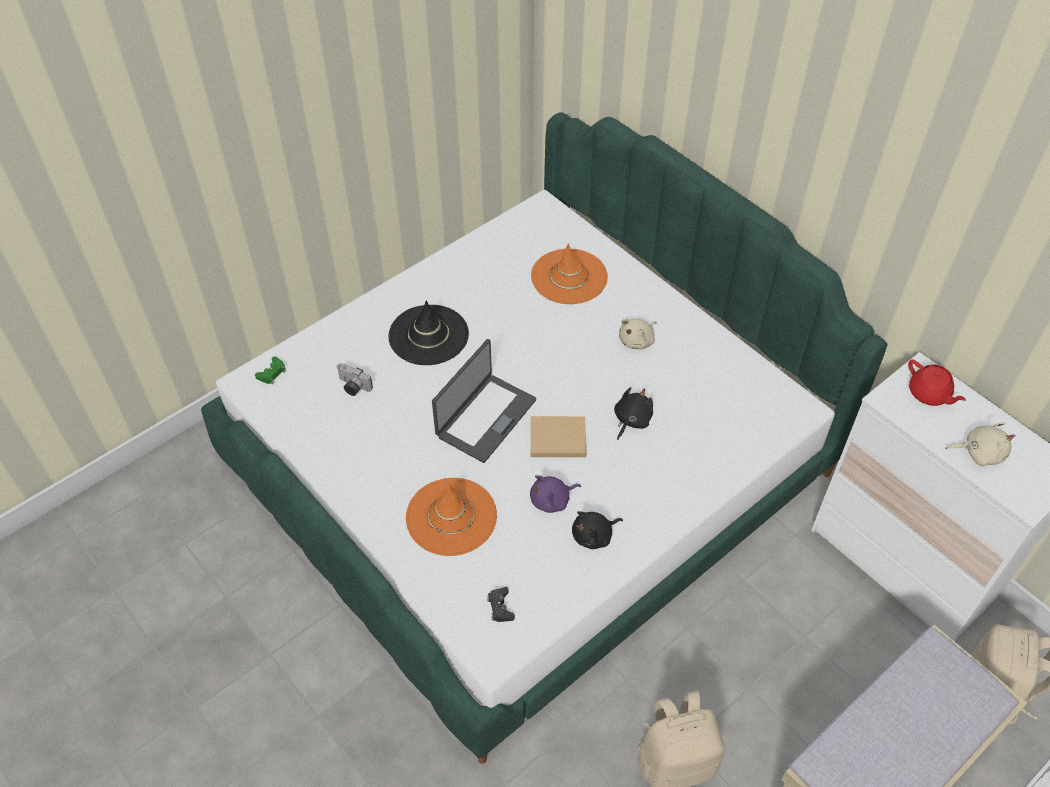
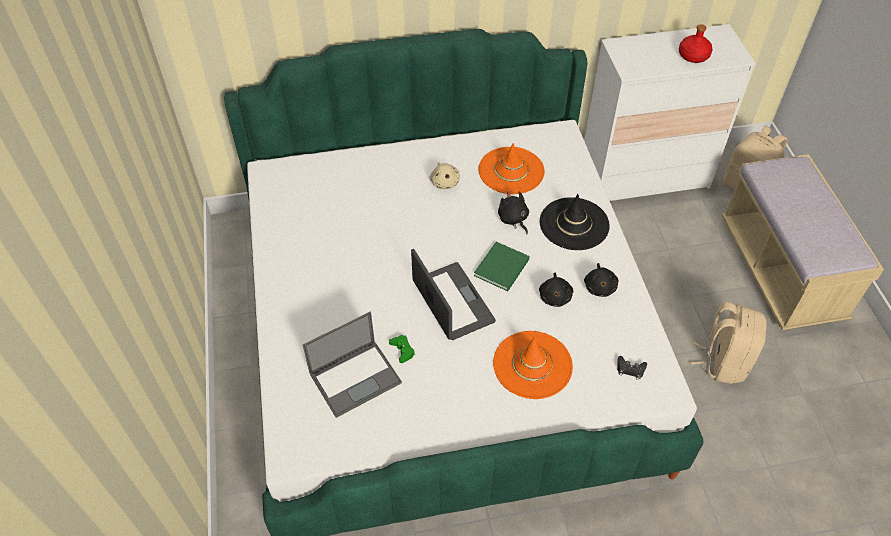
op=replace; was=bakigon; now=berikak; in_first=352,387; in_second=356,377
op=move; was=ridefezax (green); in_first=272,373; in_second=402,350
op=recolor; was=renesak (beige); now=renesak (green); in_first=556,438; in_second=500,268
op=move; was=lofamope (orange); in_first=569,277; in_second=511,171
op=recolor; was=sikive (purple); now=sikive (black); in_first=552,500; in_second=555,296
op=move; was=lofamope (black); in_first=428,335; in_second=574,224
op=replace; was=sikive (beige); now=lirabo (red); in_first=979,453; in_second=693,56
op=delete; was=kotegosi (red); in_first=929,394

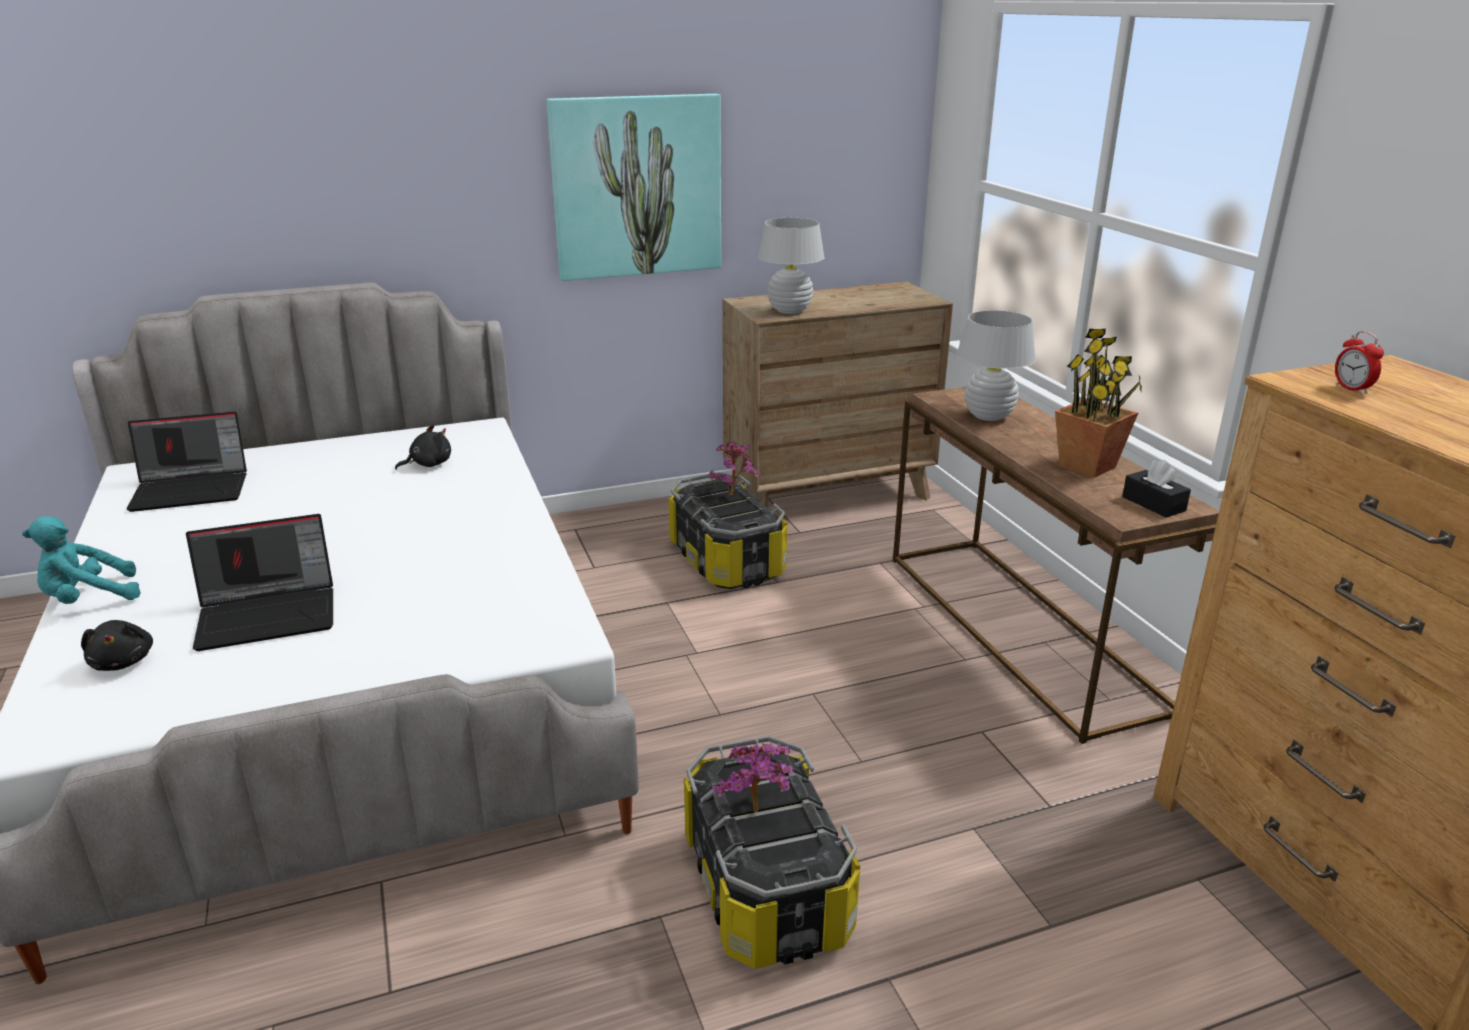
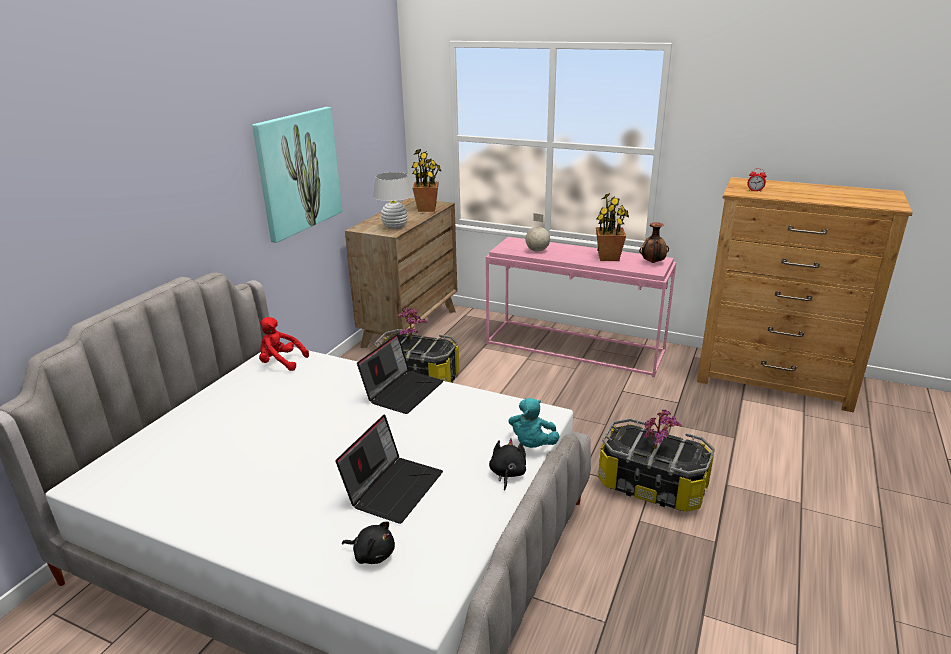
op=insert; now=sikive (red); in_second=281,362
op=move; was=berikak; in_first=193,489; in_second=403,391
op=insert; now=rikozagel; in_second=427,209
op=recolor; was=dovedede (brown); now=dovedede (pink); in_first=1023,630; in_second=575,347
op=move; was=sikive (black); in_first=428,464; in_second=507,474
op=move; was=sikive (turquoise); in_first=89,599; in_second=532,445
op=replace; was=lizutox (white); now=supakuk; in_first=988,416; in_second=537,250
op=replace; was=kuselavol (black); now=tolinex; in_first=1153,504; in_second=652,263

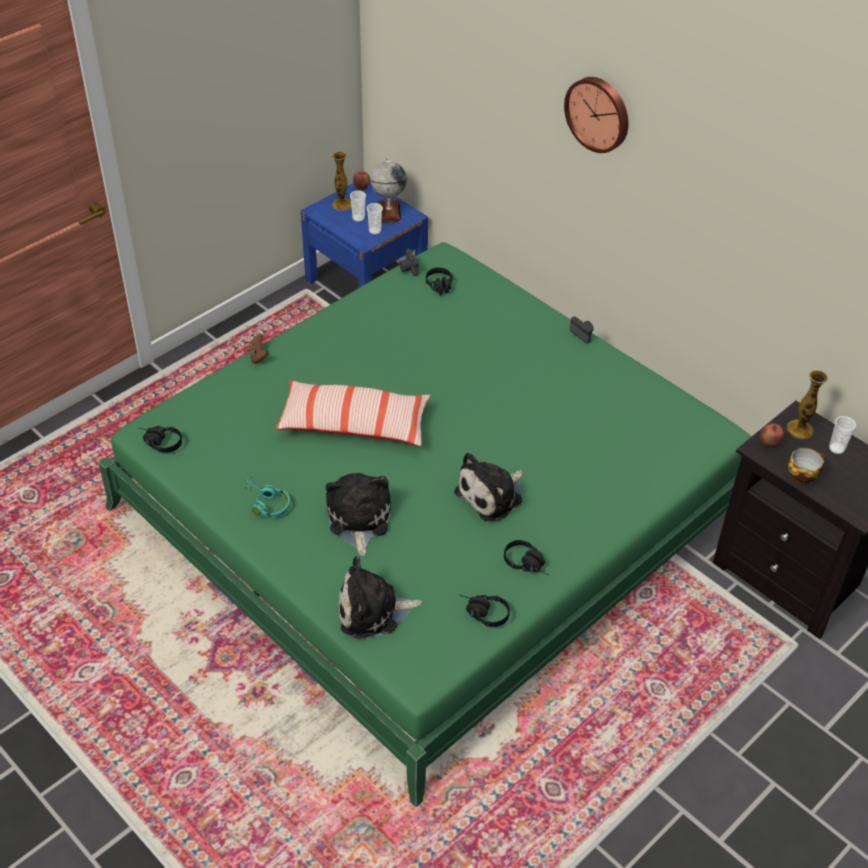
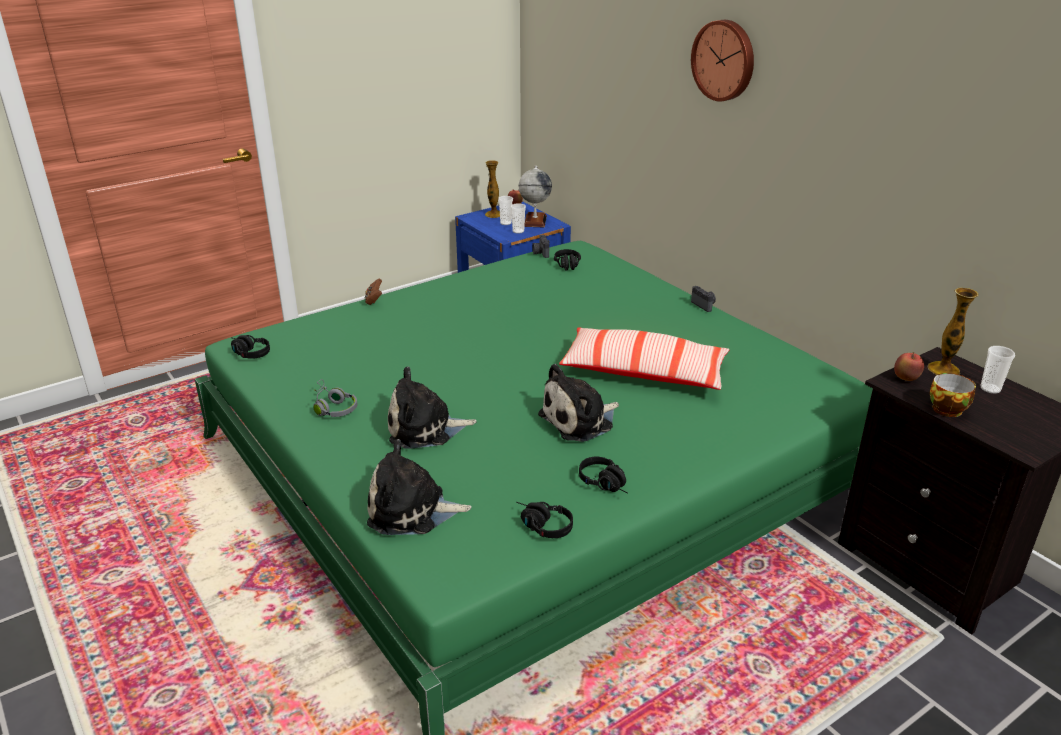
op=recolor; was=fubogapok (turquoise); now=fubogapok (grey); in_first=266,503; in_second=333,407
op=rotate; was=sikive; in_first=358,520; in_second=425,429; clockwise=-105
op=move; was=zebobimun; in_first=354,424; in_second=643,373

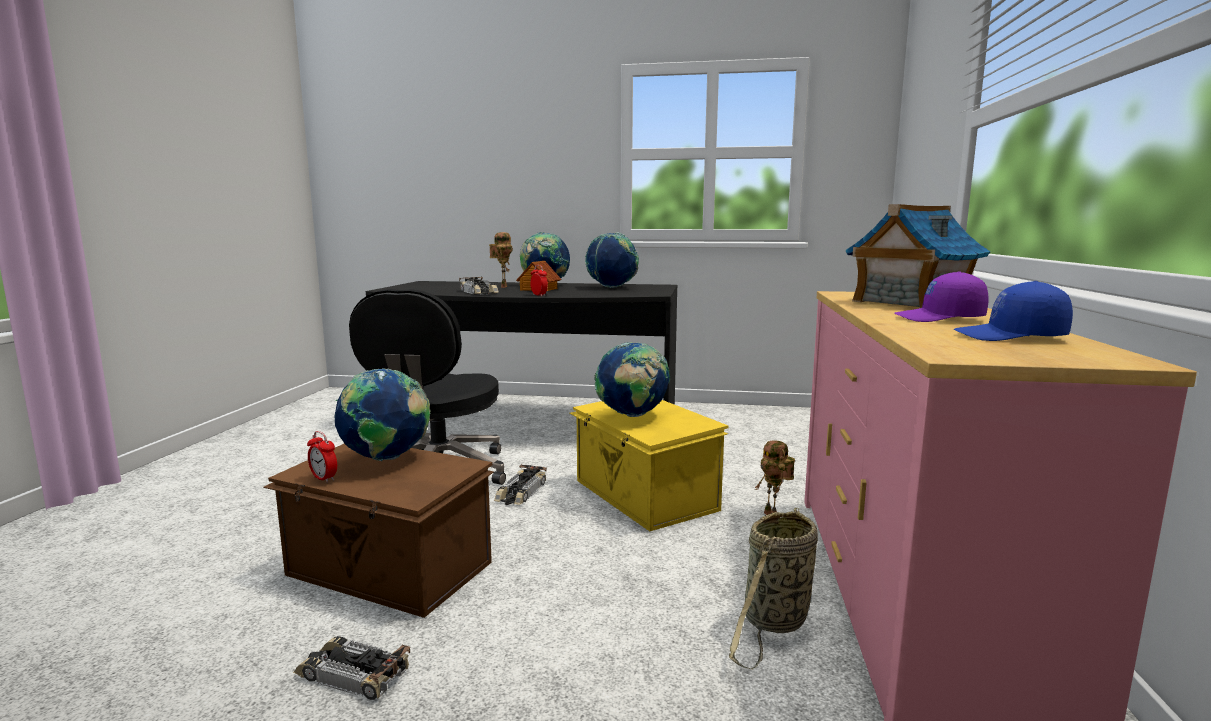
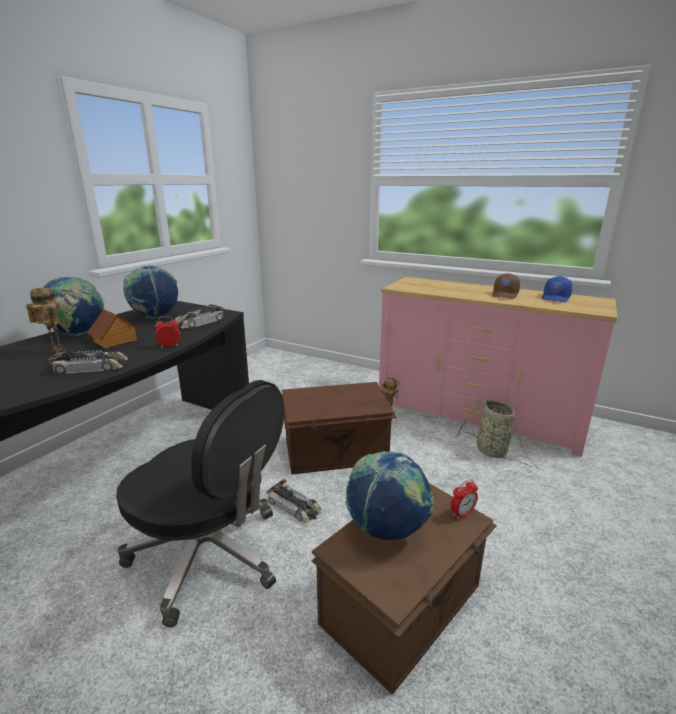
op=move; was=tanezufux; in_first=352,674; in_second=198,322
op=recolor; was=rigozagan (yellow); now=rigozagan (brown); in_first=643,495; in_second=336,452
op=move; was=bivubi; in_first=324,478; in_second=462,513
op=recolor; was=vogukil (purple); now=vogukil (brown); in_first=940,319; in_second=505,295
op=delete; was=supakuk; in_first=632,416
op=delete; was=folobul; in_first=910,302

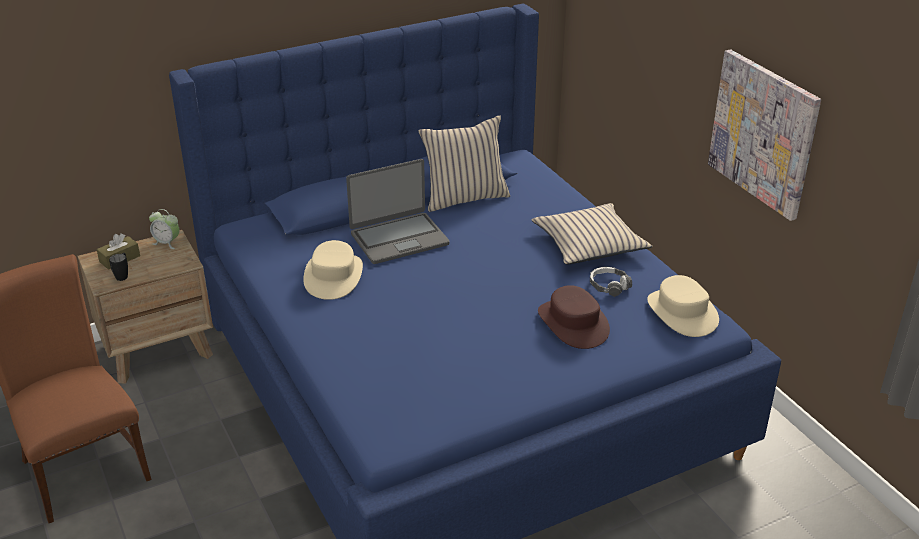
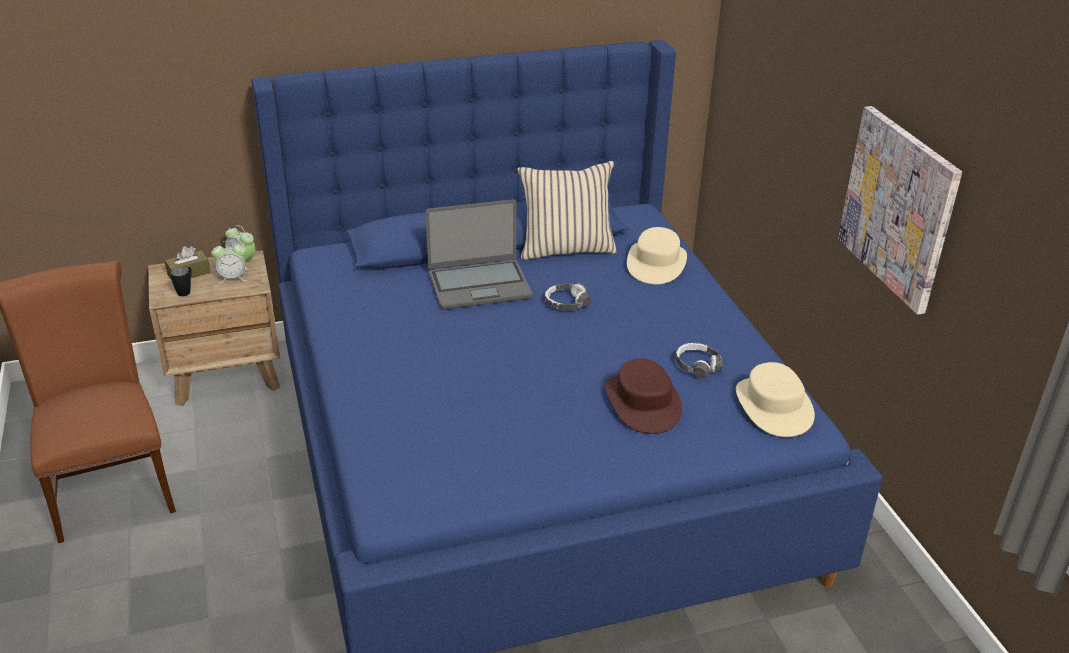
op=insert; now=bivubi; in_second=233,278
op=insert; now=fubogapok; in_second=566,303
op=move; was=lofamope (beige); in_first=334,276; in_second=656,263
op=delete; was=zebobimun (beige); in_first=589,244

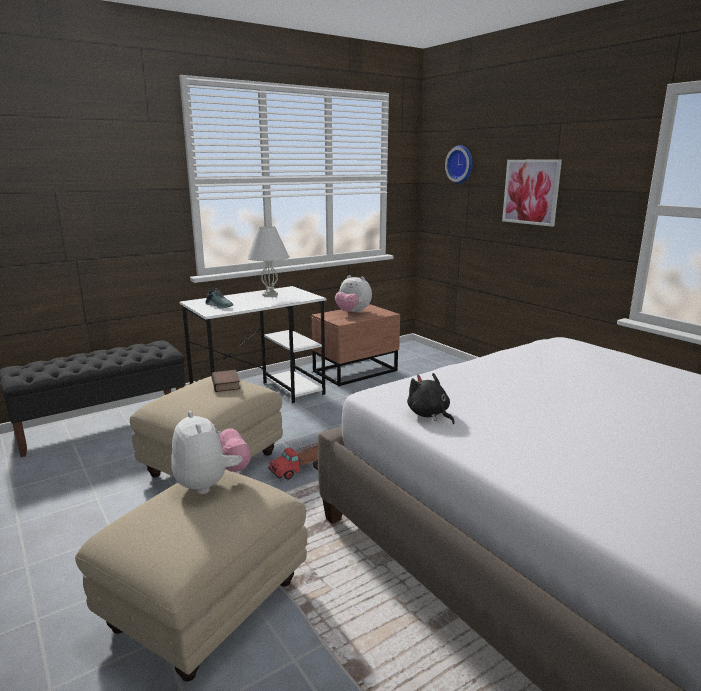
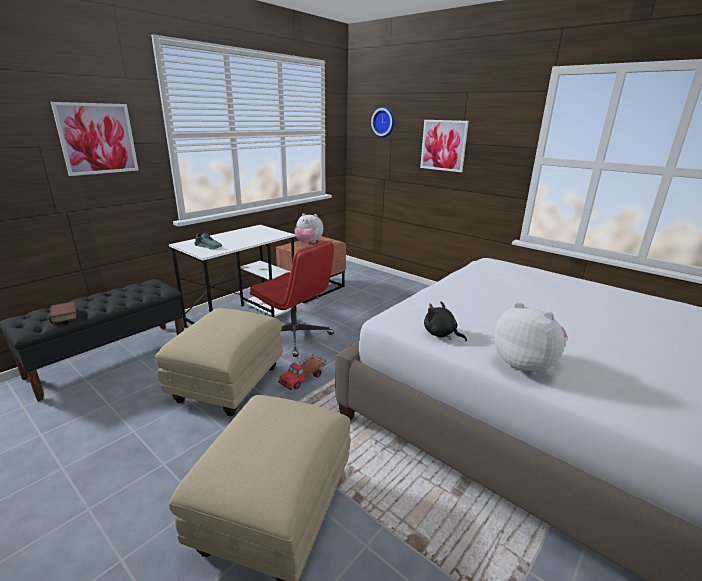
op=move; was=renesak; in_first=227,384; in_second=65,315
op=insert; now=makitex; in_second=97,139
op=insert; now=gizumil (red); in_second=295,336
op=move; was=sikive; in_first=211,483; in_second=525,365
op=delete; was=lizutox (white); in_first=269,294

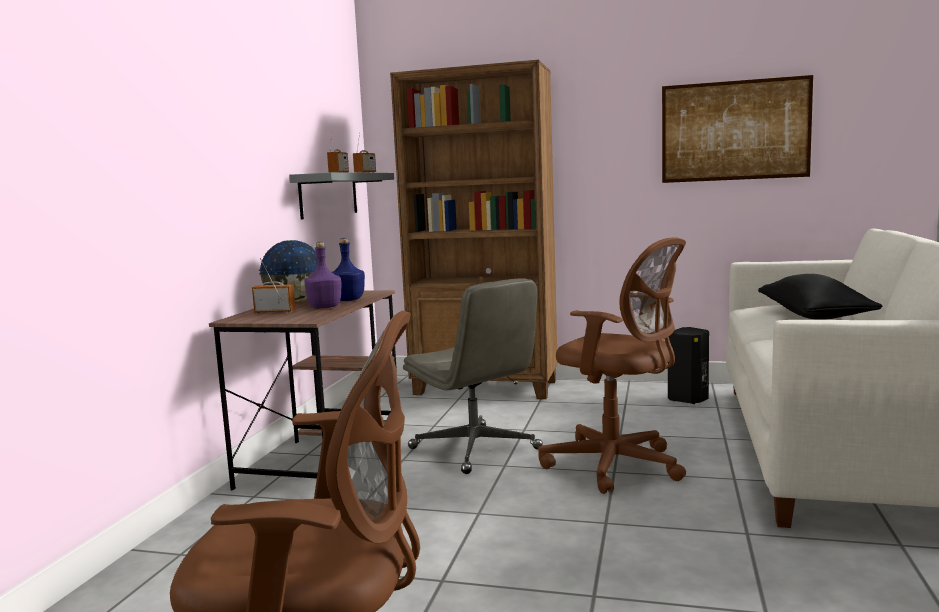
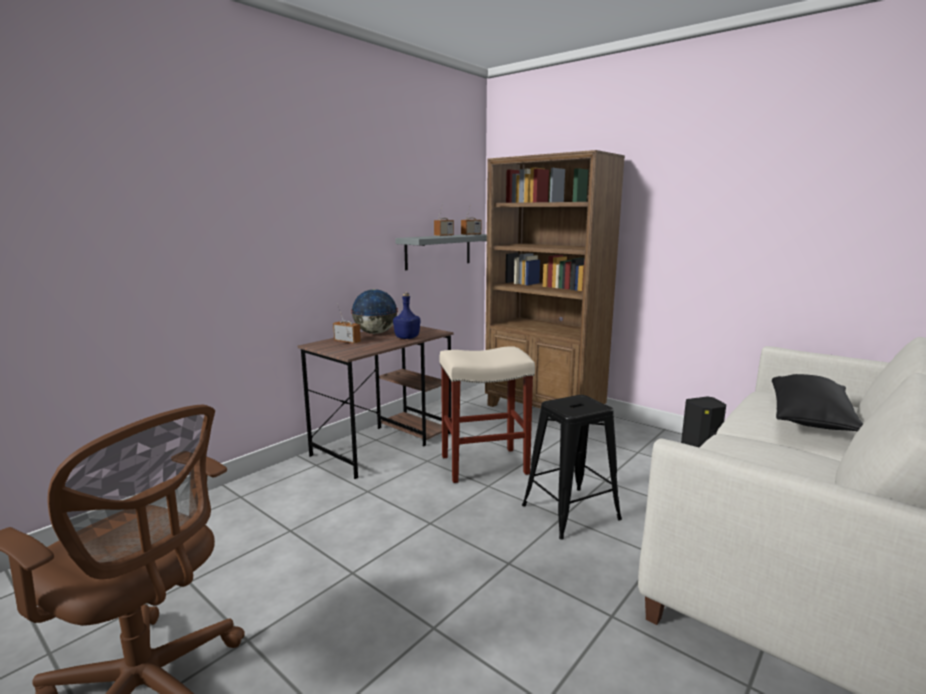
op=replace; was=gizumil (grey); now=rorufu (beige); in_first=476,449; in_second=483,465
op=replace; was=gizumil (brown); now=rorufu (black); in_first=618,466; in_second=571,512
op=delete; was=lirabo (purple); in_first=324,307
op=delete; was=makitex; in_first=734,130

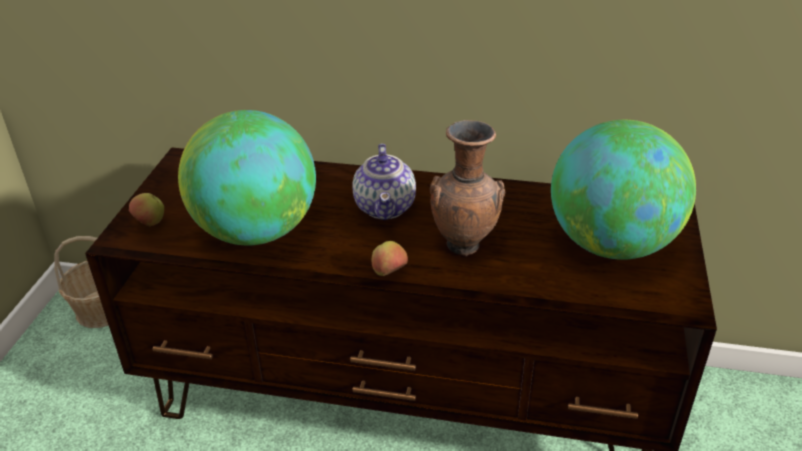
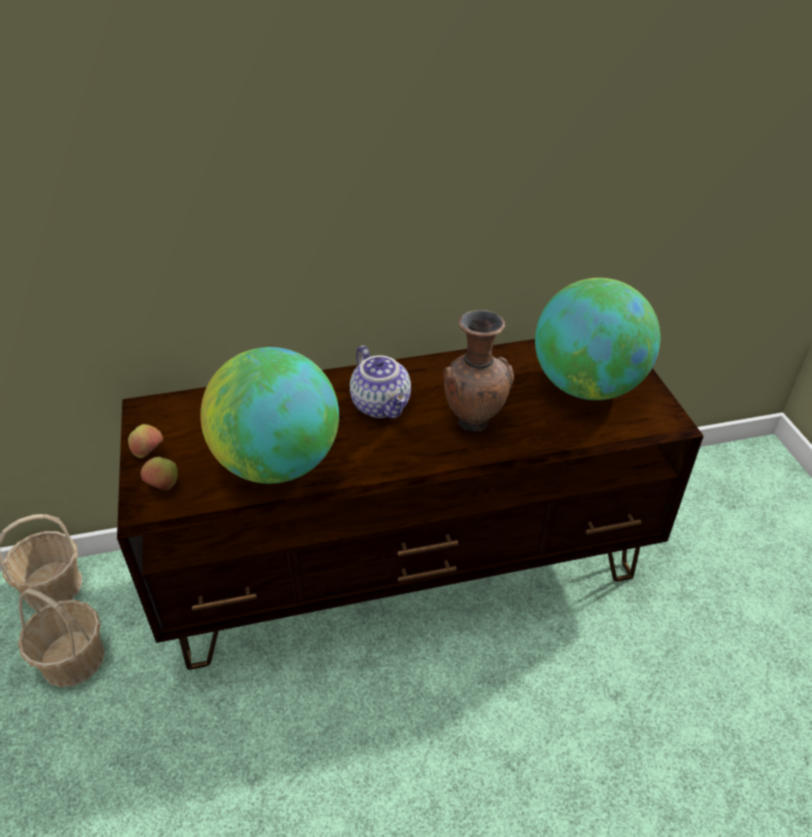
op=insert; now=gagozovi; in_second=73,658
op=move; was=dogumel; in_first=389,273; in_second=149,453

